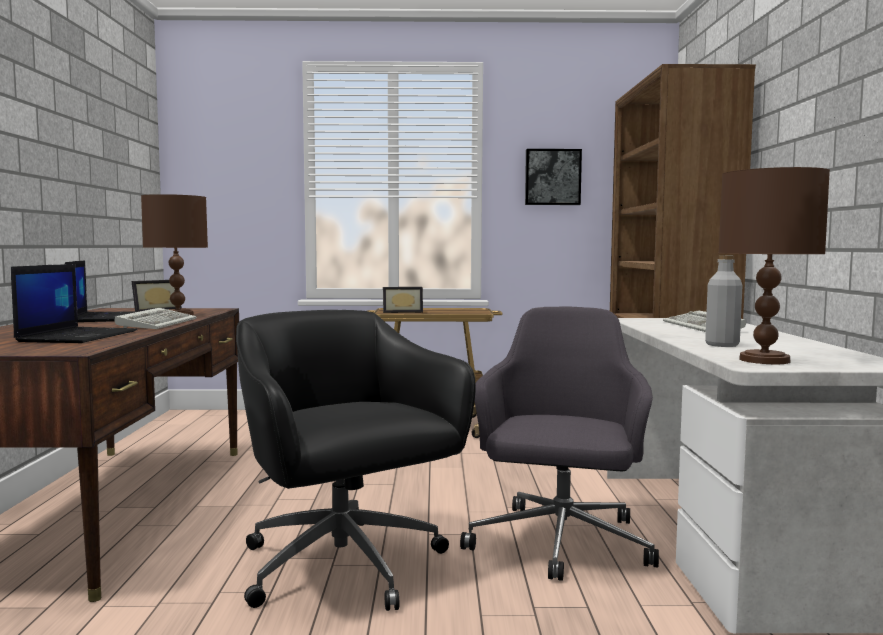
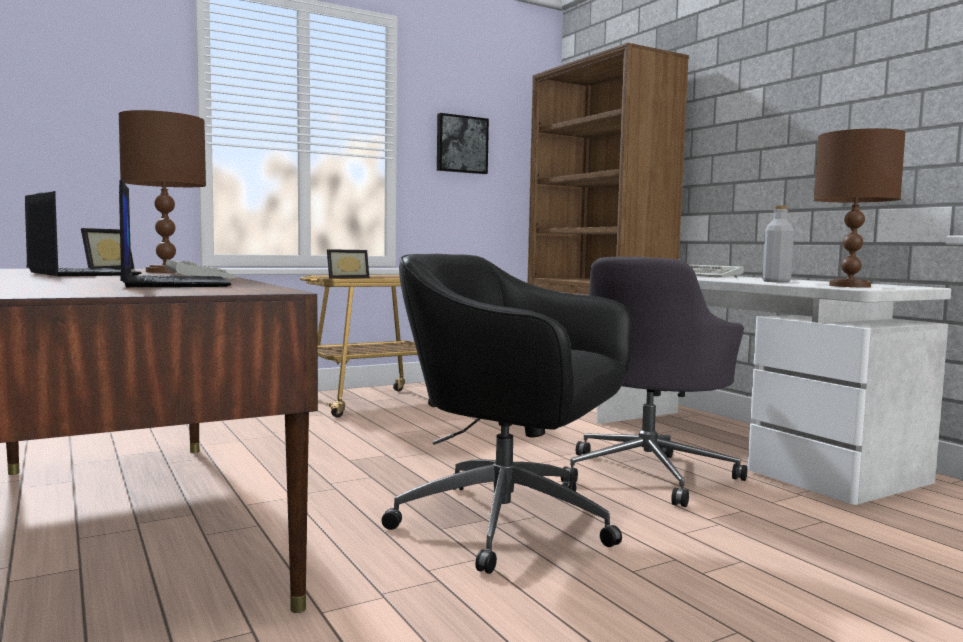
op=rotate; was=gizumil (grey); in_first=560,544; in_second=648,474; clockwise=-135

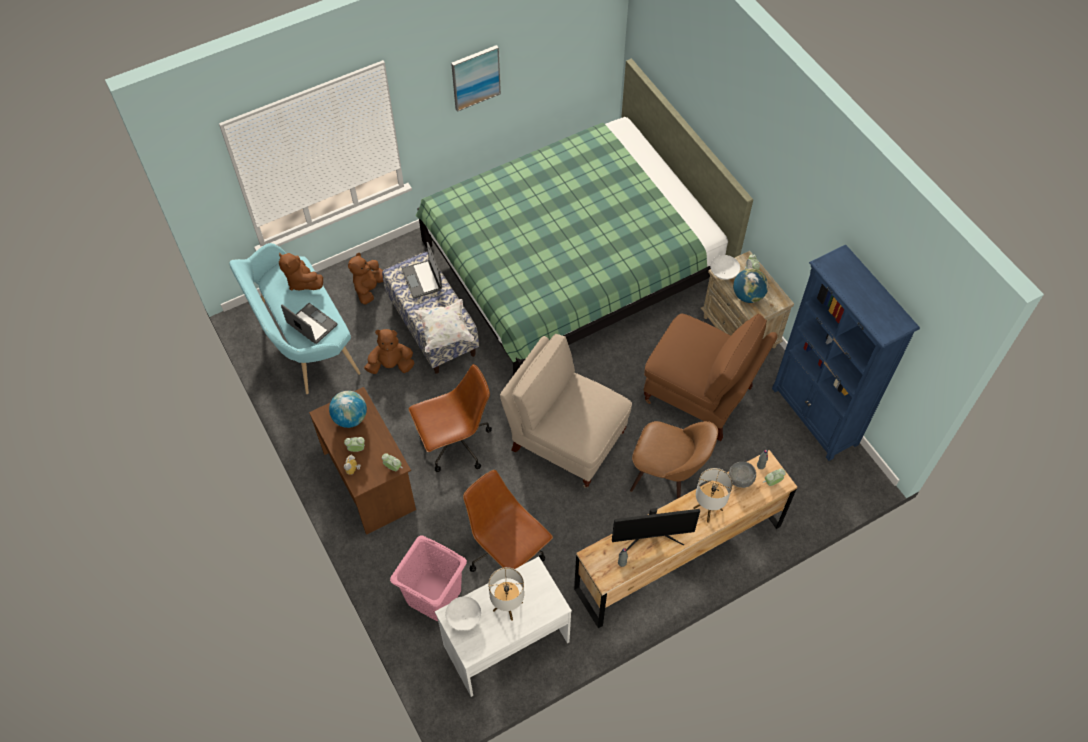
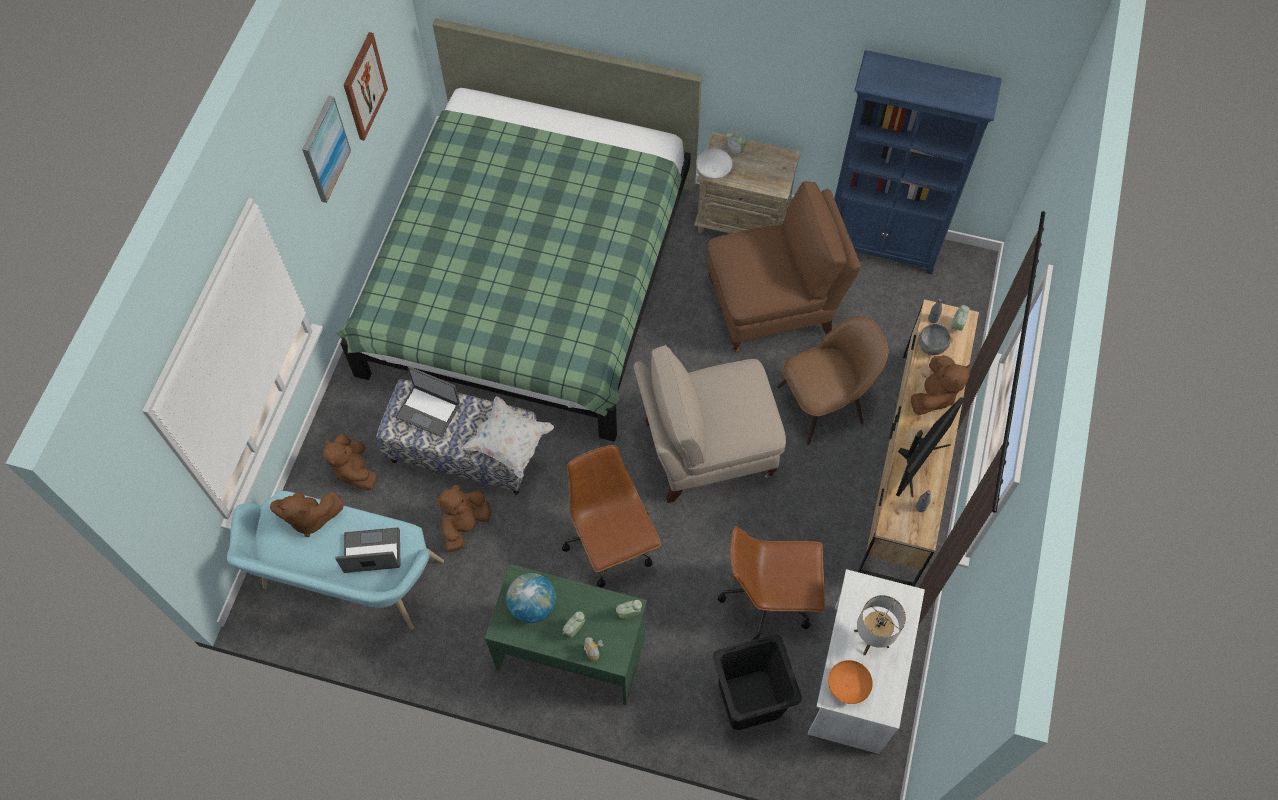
op=insert; now=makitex; in_second=364,86
op=recolor; was=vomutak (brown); now=vomutak (green); in_first=370,480; in_second=571,652
op=rotate; was=gizumil (brown); in_first=455,444; in_second=611,544; clockwise=-45
op=recolor; was=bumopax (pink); now=bumopax (black); in_first=433,596; in_second=749,700
op=recolor; was=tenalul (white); now=tenalul (orange); in_first=464,618; in_second=848,686
op=replace; was=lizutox; now=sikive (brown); in_first=708,509; in_second=934,395
op=delete; was=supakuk; in_first=748,295

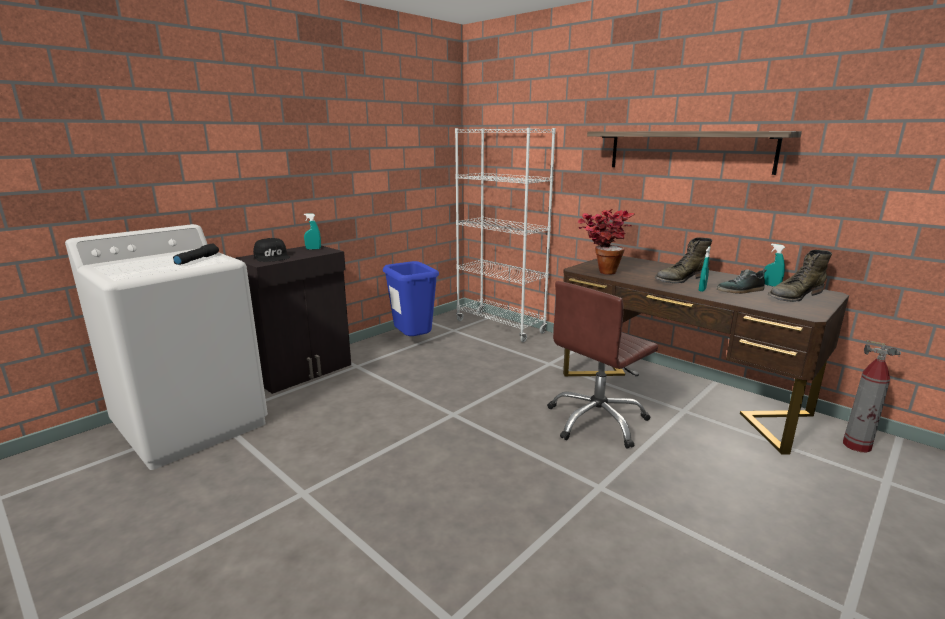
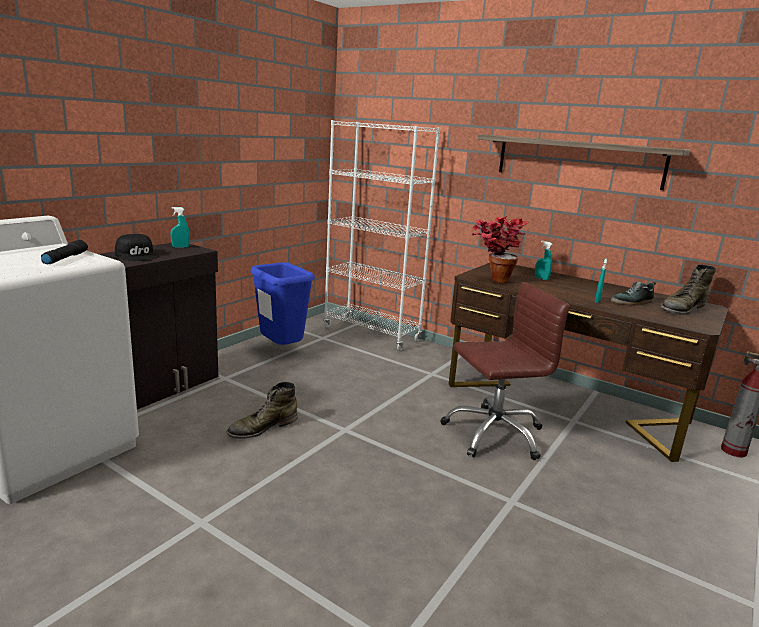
op=move; was=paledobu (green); in_first=680,279; in_second=262,427
op=rotate; was=gizumil (brown); in_first=597,421; in_second=494,433; clockwise=-150
op=move; was=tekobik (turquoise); in_first=771,285; in_second=541,279

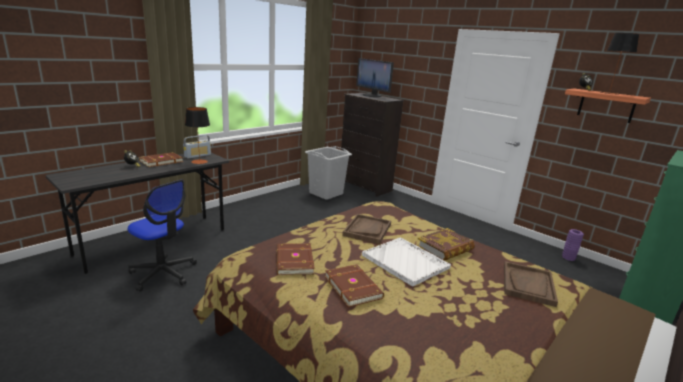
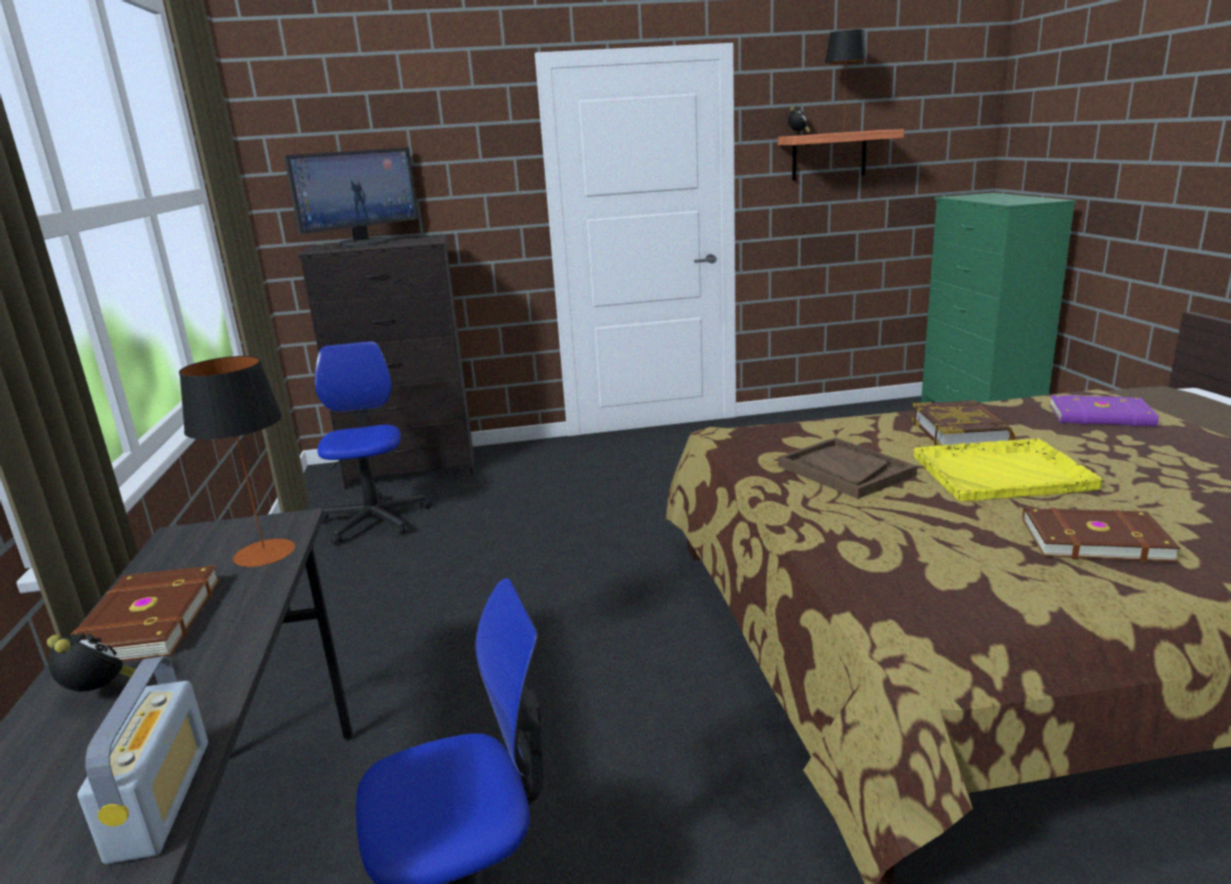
op=move; was=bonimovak; in_first=197,155; in_second=161,799
op=rotate; was=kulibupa; in_first=372,95; in_second=364,243; clockwise=-45
op=replace; was=bumopax (grey); now=gizumil; in_first=326,193; in_second=374,520
op=recolor; was=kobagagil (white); now=kobagagil (yellow); in_first=405,262; in_second=1003,473
op=replace; was=kobagagil (brown); now=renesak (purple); in_first=528,285; in_second=1101,416
op=delete; was=renesak (brown); in_first=293,261
op=delete; was=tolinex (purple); in_first=568,257

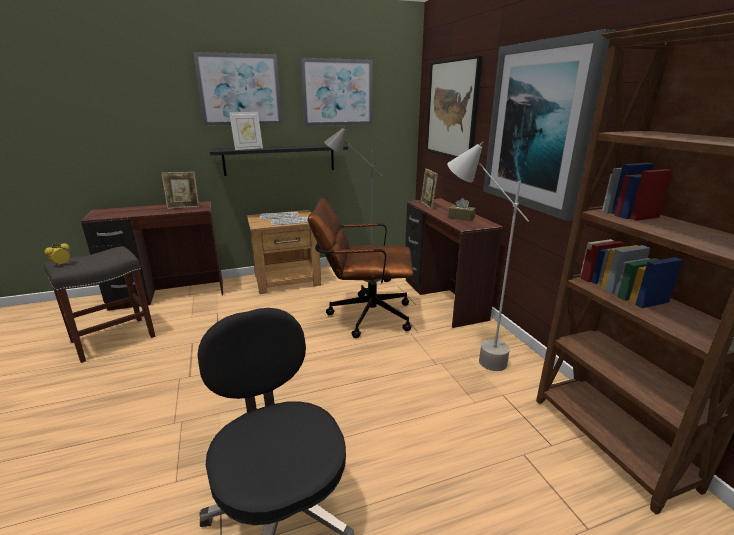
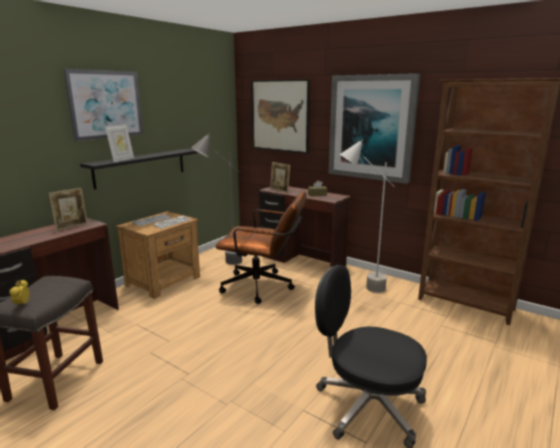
op=rotate; was=gizumil (brown); in_first=363,315; in_second=263,287; clockwise=-135
op=delete; was=makitex; in_first=337,93

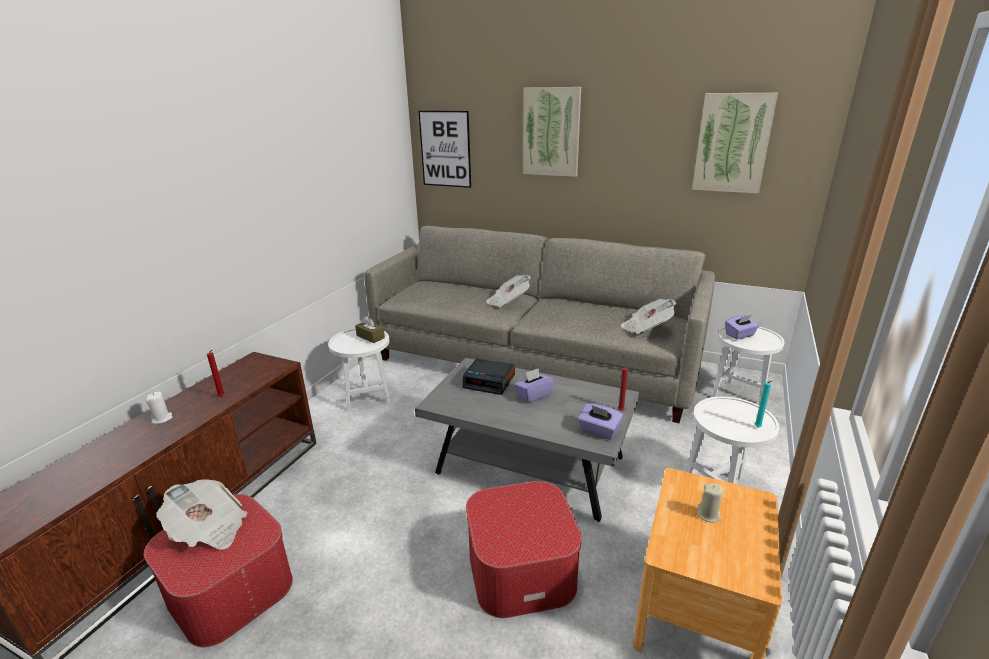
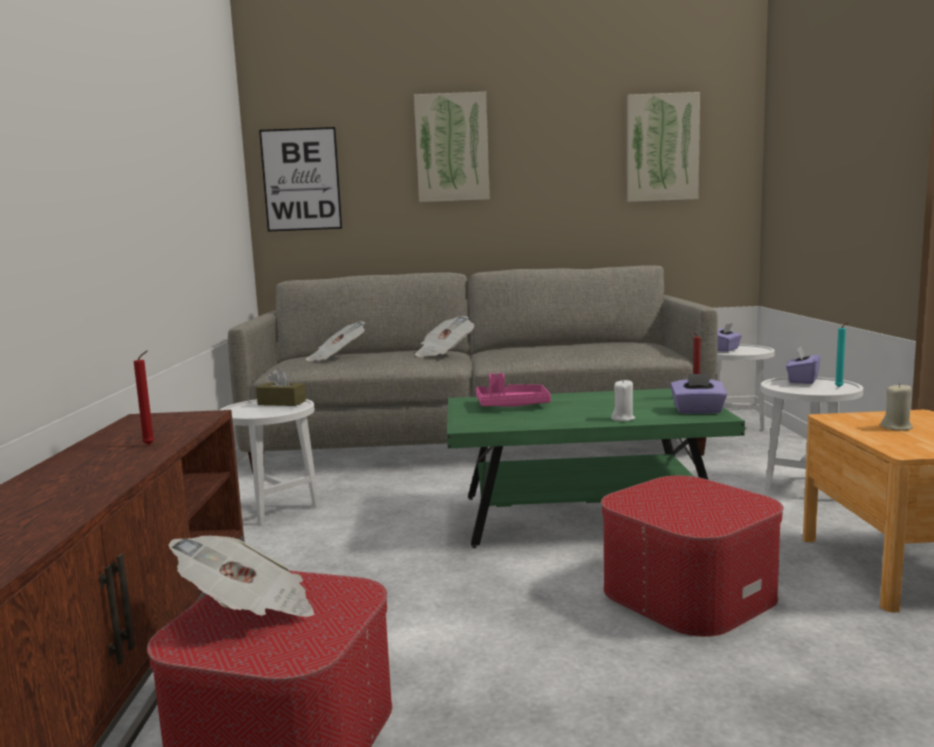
op=move; was=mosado; in_first=646,328; in_second=337,358
op=recolor; was=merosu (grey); now=merosu (green); in_first=529,466; in_second=584,517
op=replace; was=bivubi; now=kobagagil (pink); in_first=490,381; in_second=511,405
op=move; was=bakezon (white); in_first=162,419; in_second=623,418
op=move; was=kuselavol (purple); in_first=533,395; in_second=802,380

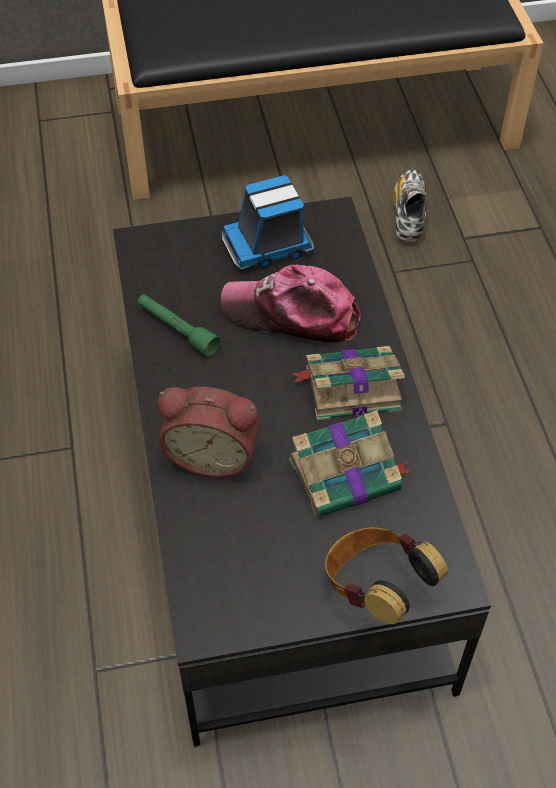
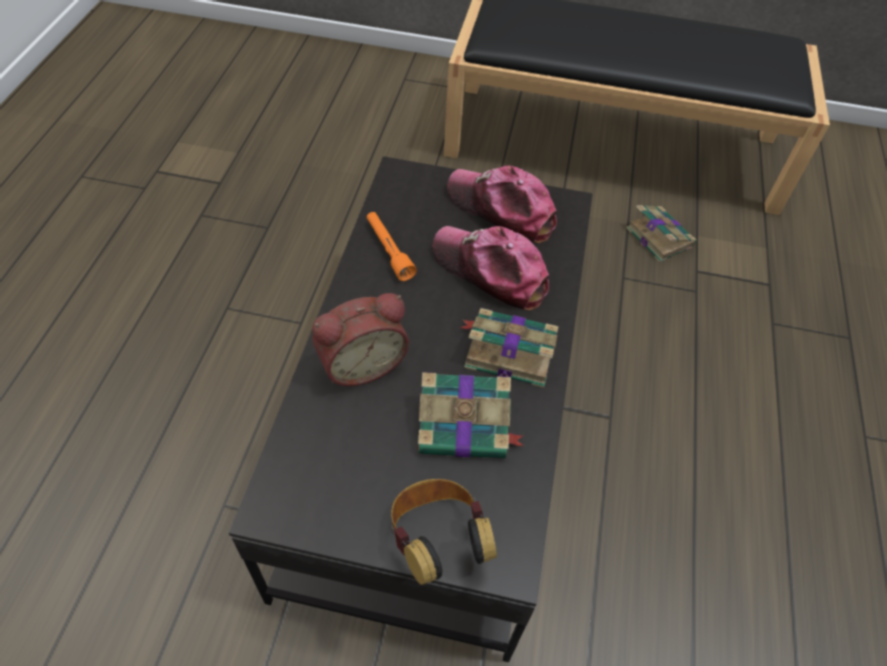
op=rotate; was=bivubi; in_first=213,454; in_second=360,362; clockwise=-60
op=recolor; was=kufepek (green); now=kufepek (orange); in_first=177,330; in_second=389,251
op=replace; was=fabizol; now=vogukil; in_first=269,245; in_second=501,209
op=replace; was=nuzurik; now=renesak; in_first=409,213; in_second=658,236

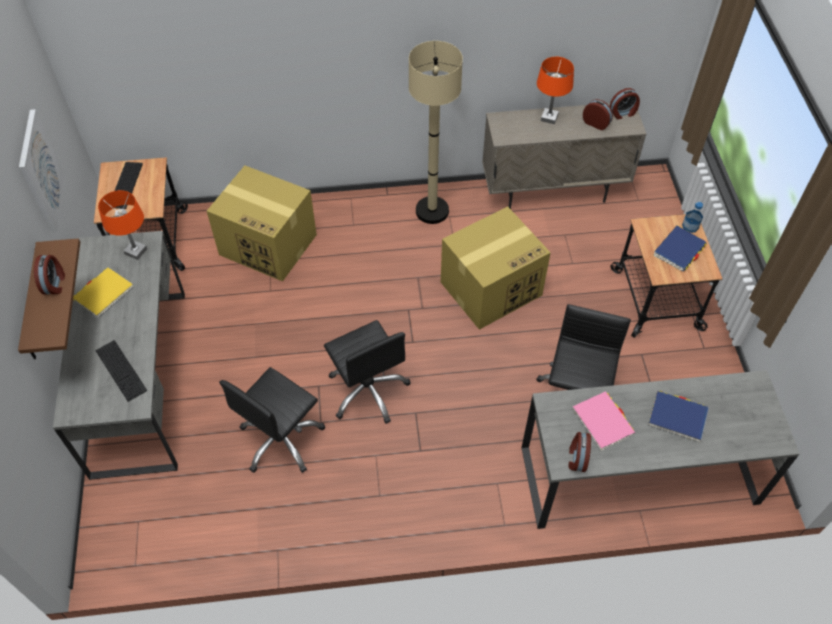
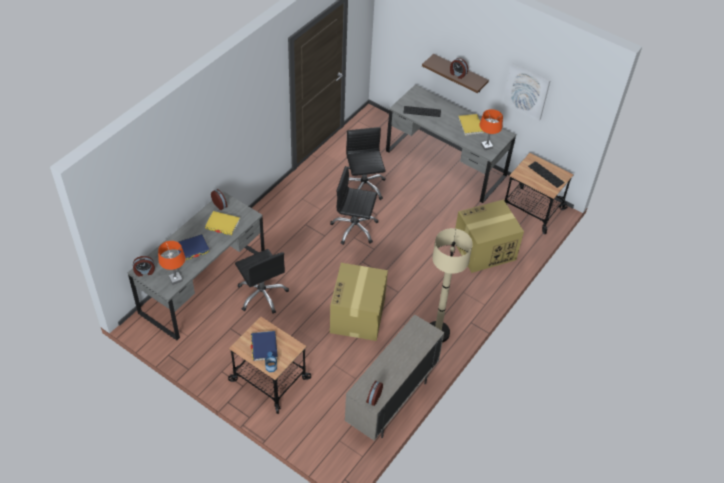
op=move; was=bivubi; in_first=596,123; in_second=145,272
op=move; was=lizutox (orange); in_first=549,118; in_second=176,279
op=recolor; was=renesak (pink); now=renesak (yellow); in_first=602,422; in_second=222,224

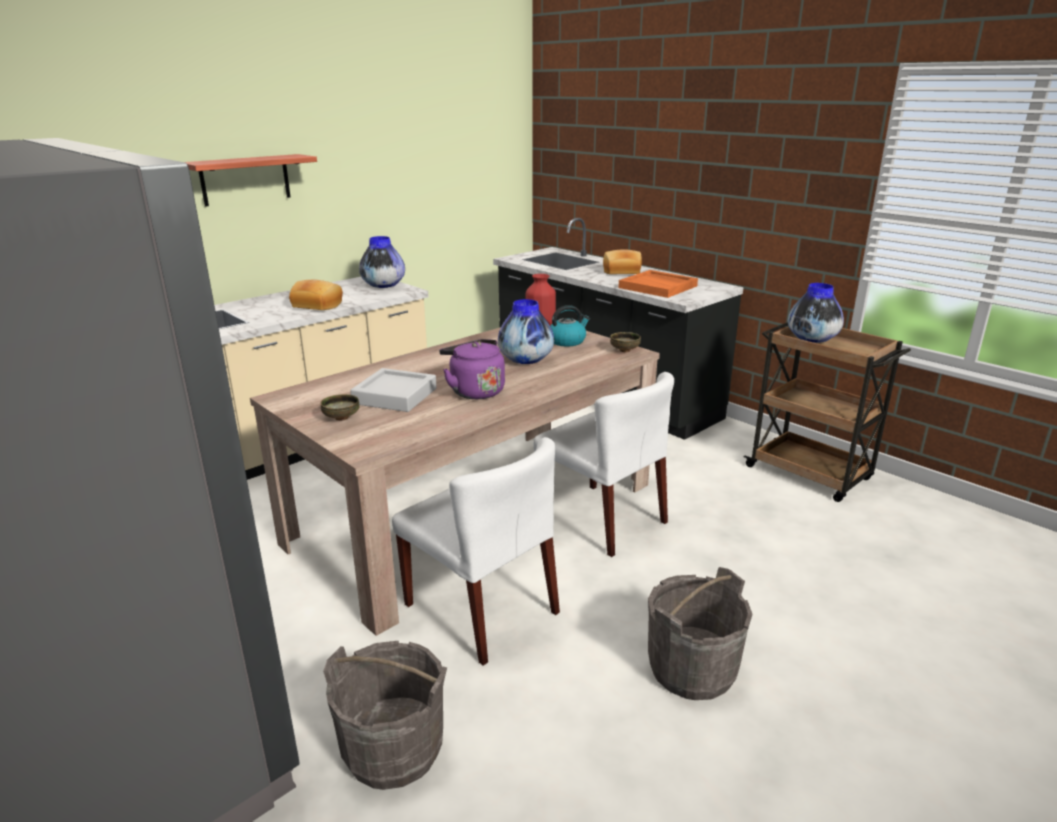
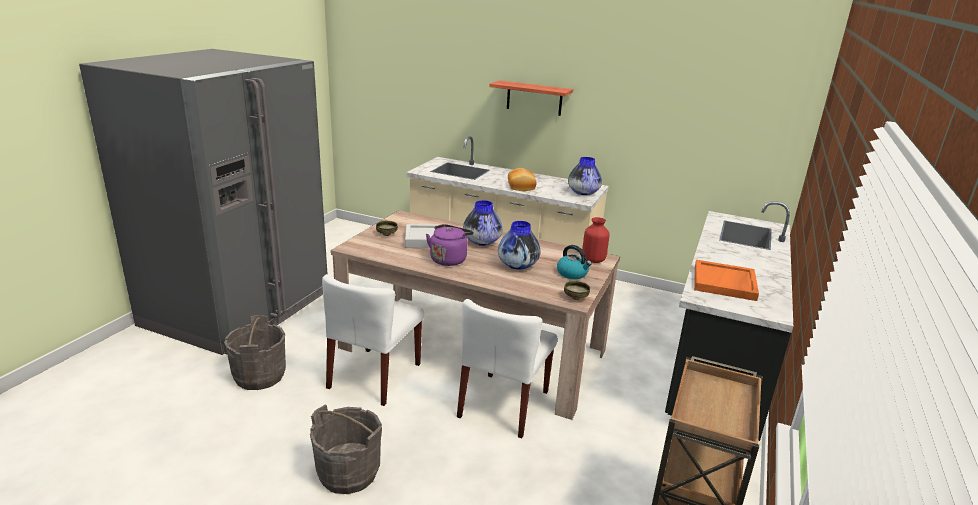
op=move; was=tolinex; in_first=811,339; in_second=482,242
op=delete; was=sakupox; in_first=622,272

